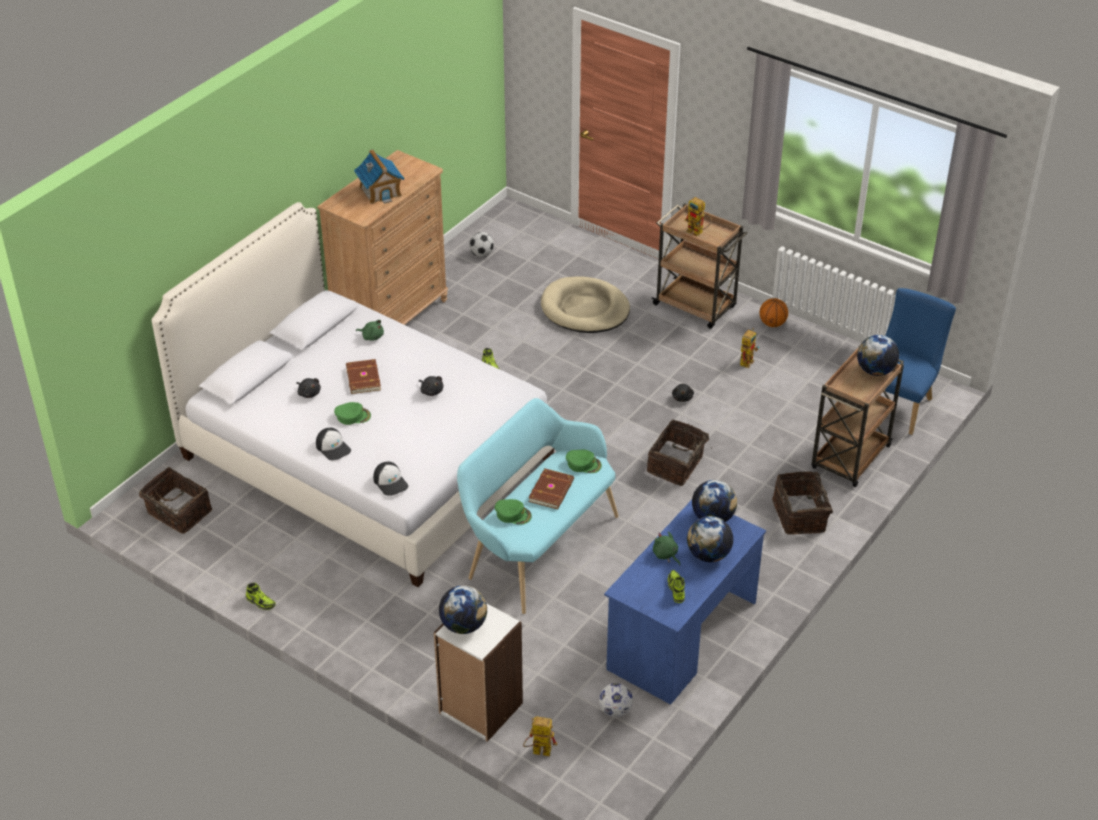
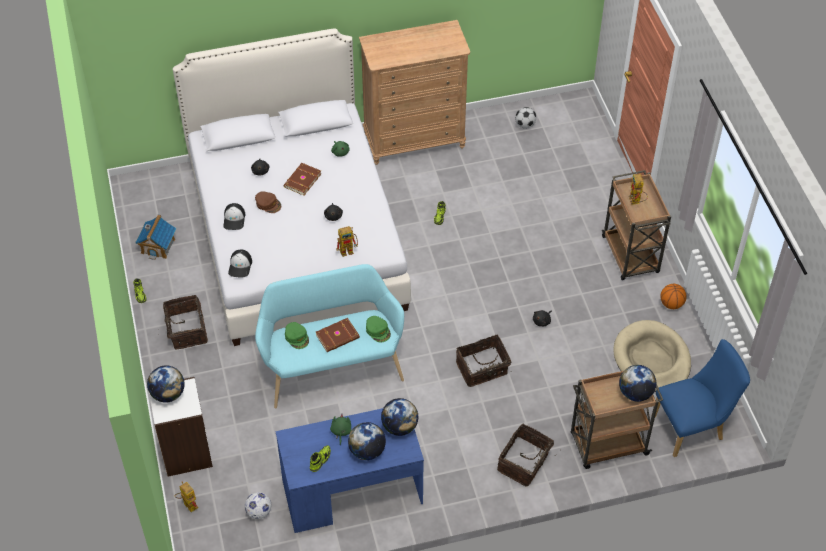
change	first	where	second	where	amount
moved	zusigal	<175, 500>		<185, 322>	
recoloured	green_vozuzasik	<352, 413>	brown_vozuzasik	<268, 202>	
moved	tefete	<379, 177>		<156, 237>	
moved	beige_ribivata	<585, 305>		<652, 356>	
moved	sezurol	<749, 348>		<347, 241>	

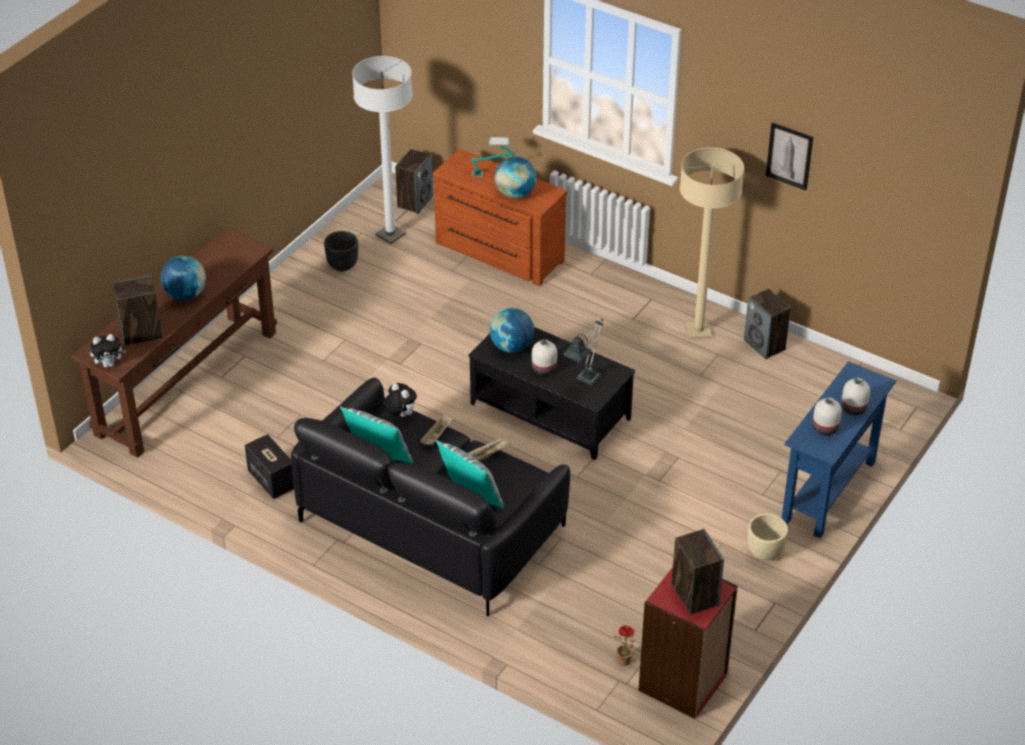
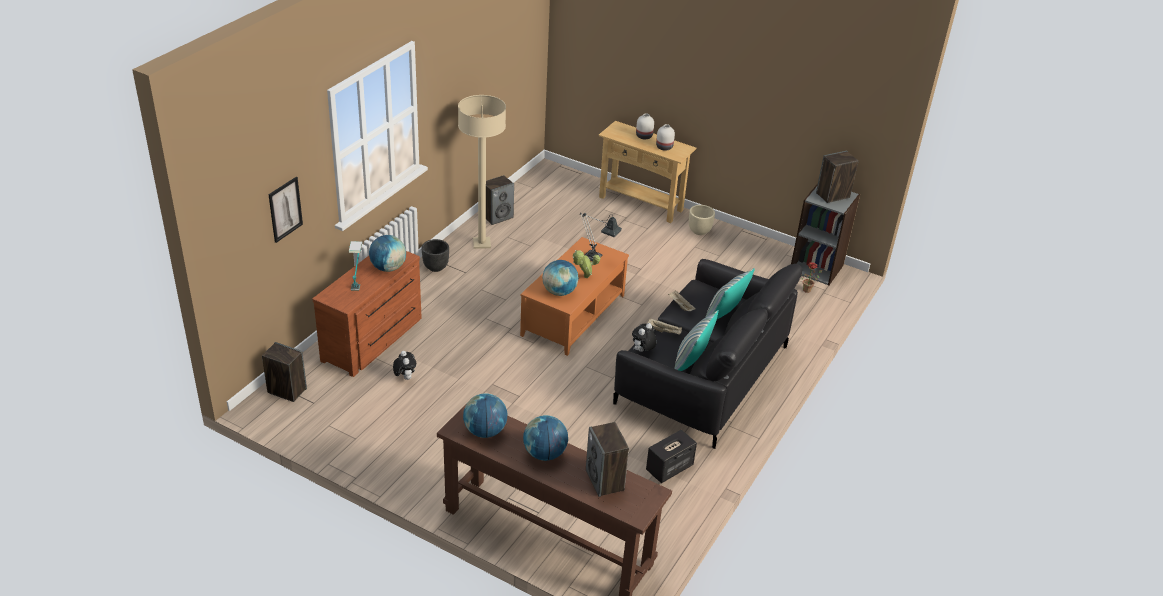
change	first	where	second	where	amount
moved	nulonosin	<107, 351>		<405, 365>	
moved	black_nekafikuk	<341, 251>		<435, 255>	
removed	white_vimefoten	<382, 150>			
recoloured	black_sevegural	<551, 393>	orange_sevegural	<574, 296>	
replaced	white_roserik	<544, 357>	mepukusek	<586, 264>	
recoloured	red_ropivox	<688, 643>	grey_ropivox	<825, 234>	
moved	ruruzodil	<789, 156>		<285, 210>	
recoloured	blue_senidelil	<839, 449>	beige_senidelil	<647, 172>	
added			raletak	<485, 415>	

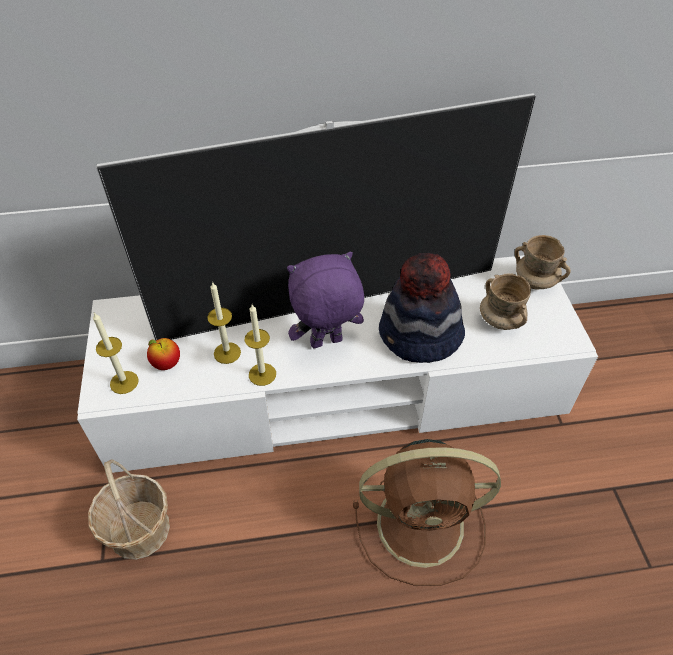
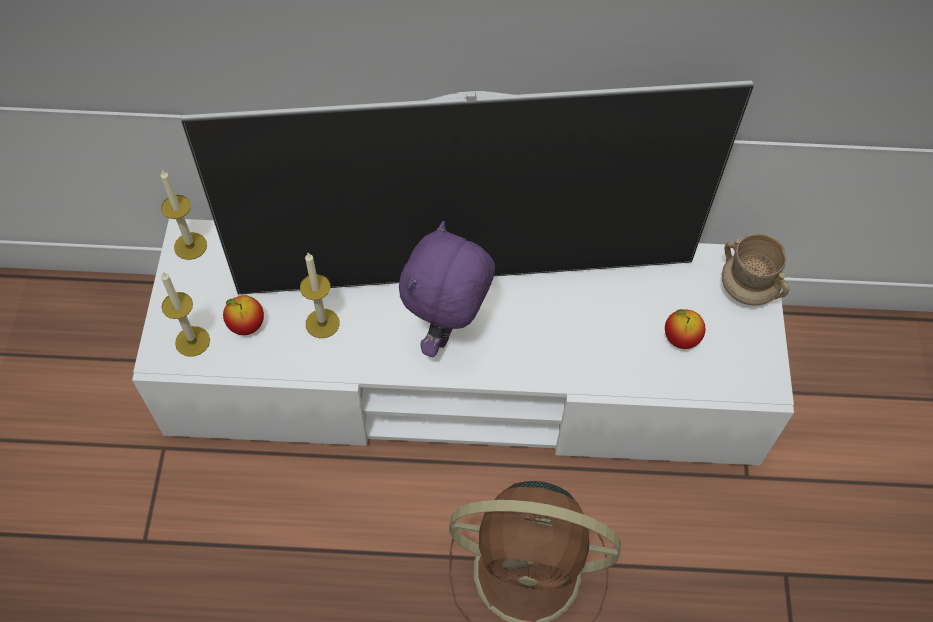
change	first	where	second	where	amount
removed	zusigal	<129, 509>			
moved	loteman	<260, 345>		<183, 215>	
turned	purple_nulonosin	<325, 300>		<447, 289>	60 degrees counterclockwise
removed	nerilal	<422, 307>			
replaced	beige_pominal	<505, 301>	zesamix	<685, 329>	

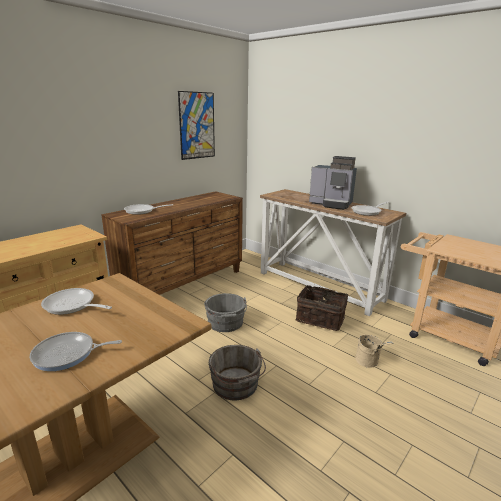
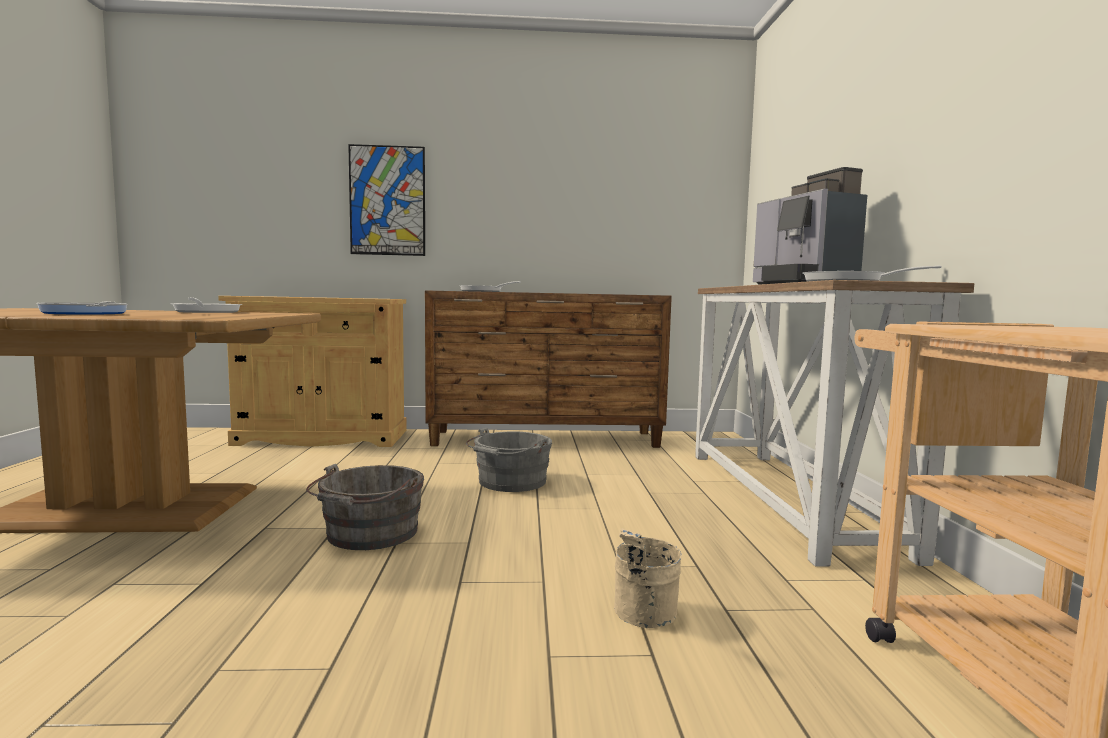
change	first	where	second	where	amount
moved	ruruzodil	<196, 125>		<386, 200>	
removed	zusigal	<322, 308>			

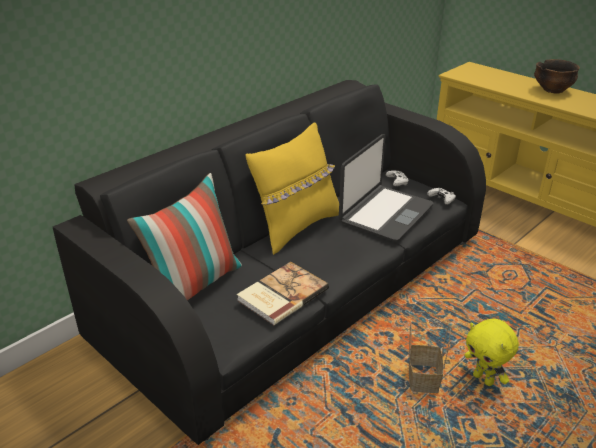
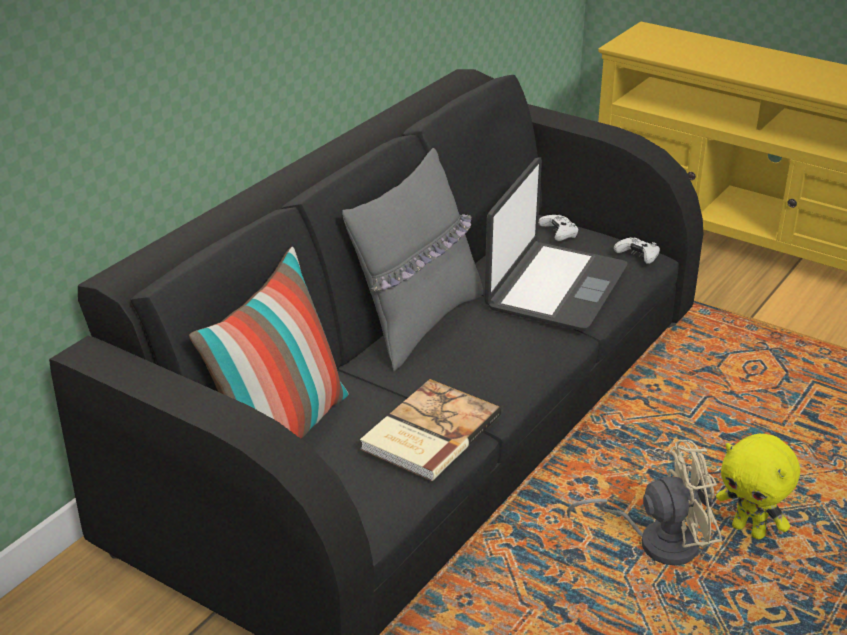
change	first	where	second	where	amount
recoloured	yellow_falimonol	<292, 188>	grey_falimonol	<412, 260>	
replaced	zusigal	<430, 358>	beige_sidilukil	<644, 502>	
removed	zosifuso	<557, 76>			

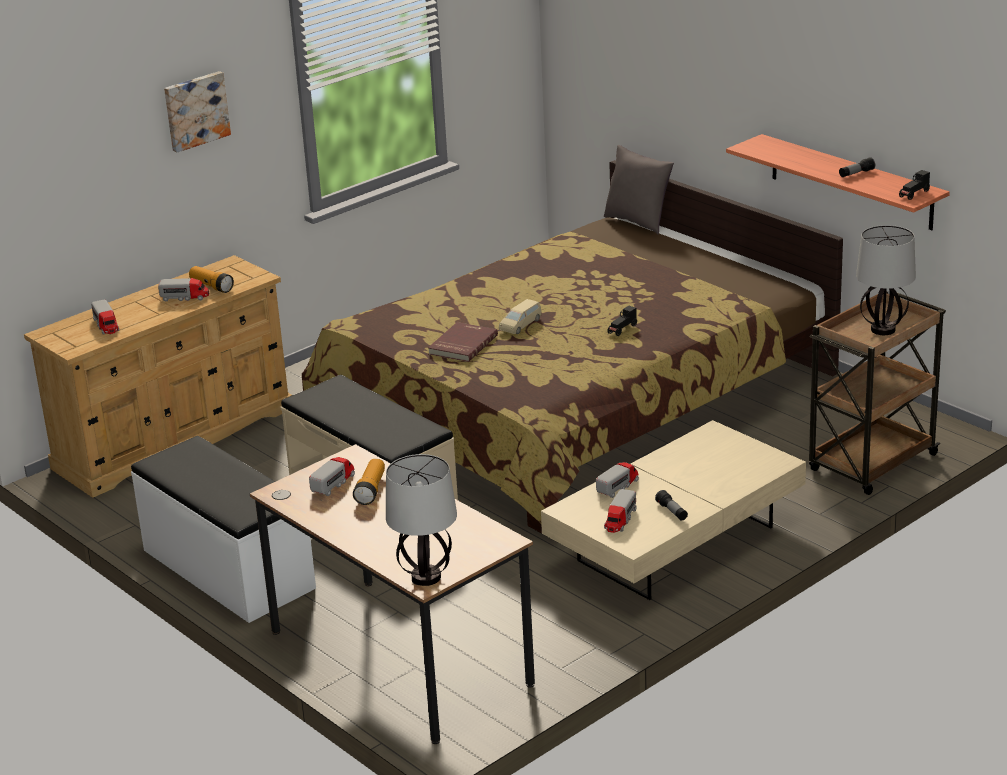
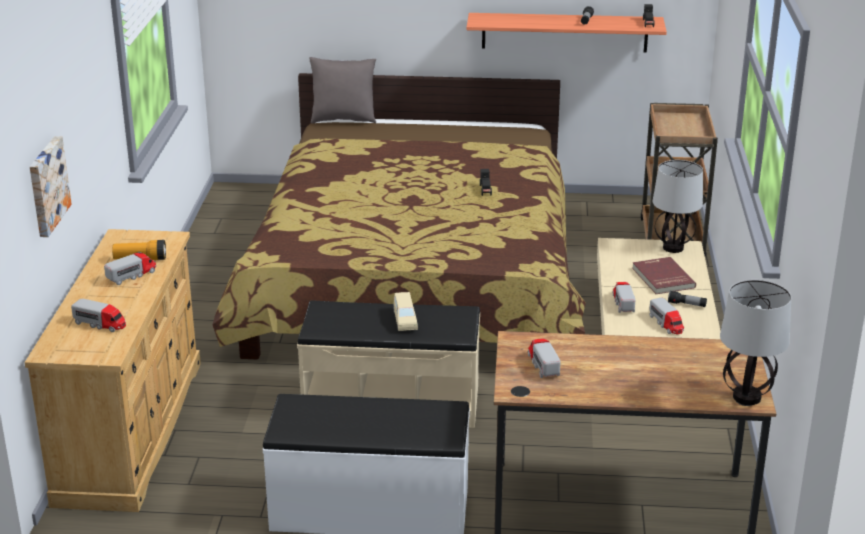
change	first	where	second	where	amount
moved	ruruzodil	<197, 111>		<51, 186>	
removed	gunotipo	<369, 482>			
moved	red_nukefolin	<463, 342>		<664, 275>	
moved	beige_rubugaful	<520, 316>		<406, 311>	
moved	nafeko	<886, 280>		<677, 206>	

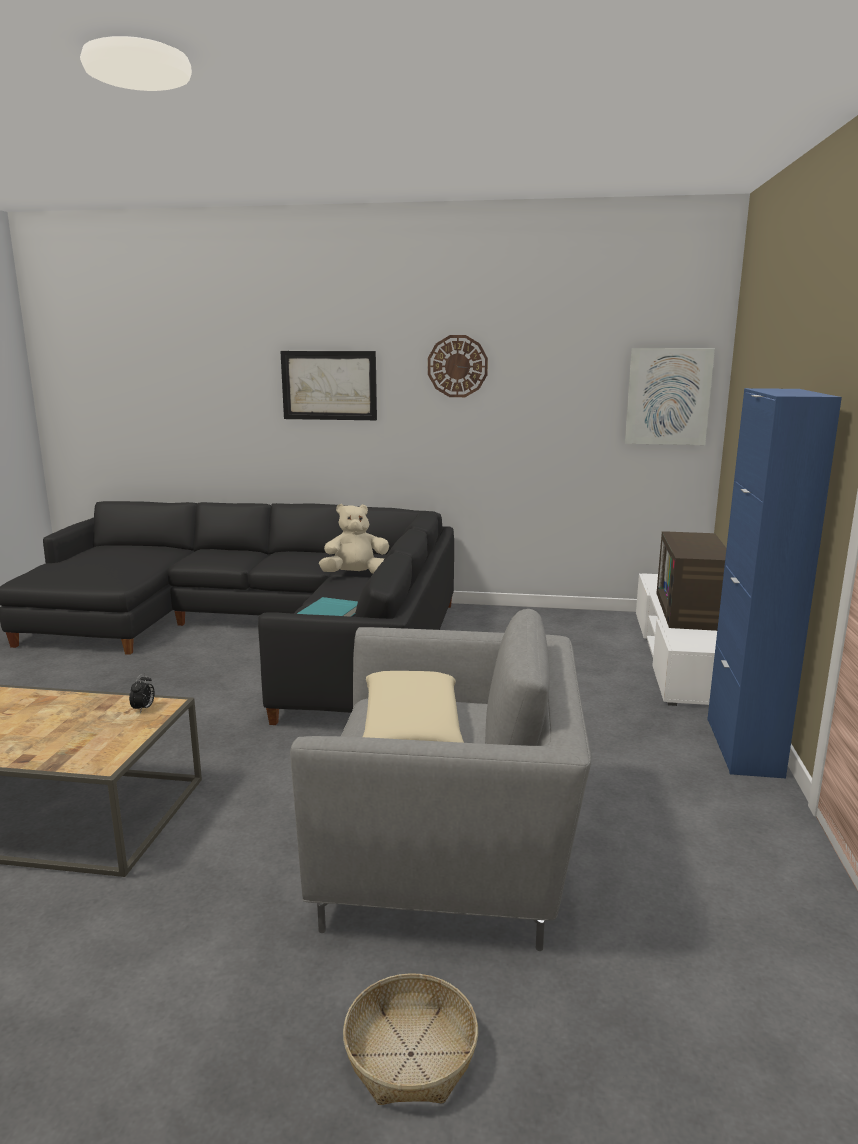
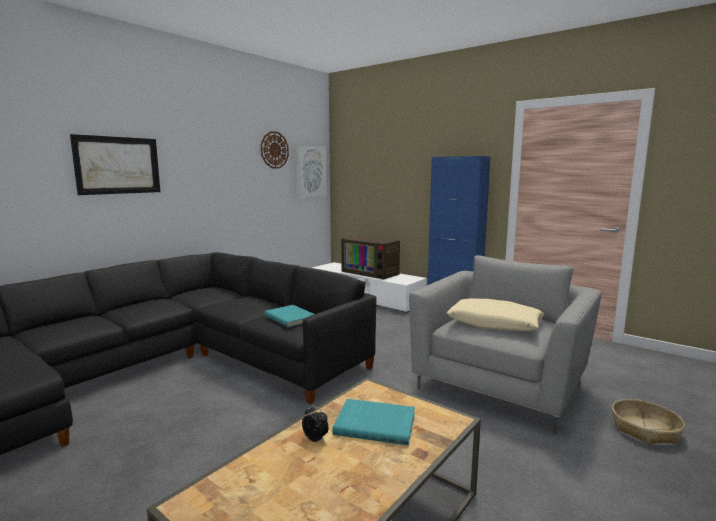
change	first	where	second	where	amount
moved	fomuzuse	<142, 693>		<315, 423>	
removed	beige_nulonosin	<354, 539>			
moved	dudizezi	<458, 366>		<275, 150>	
added			turquoise_nukefolin	<373, 422>	

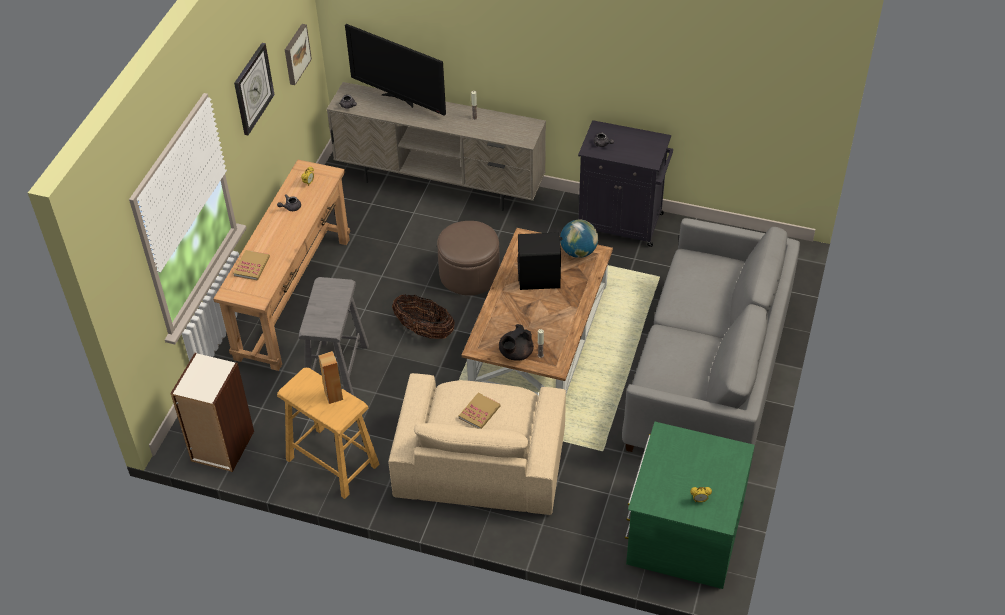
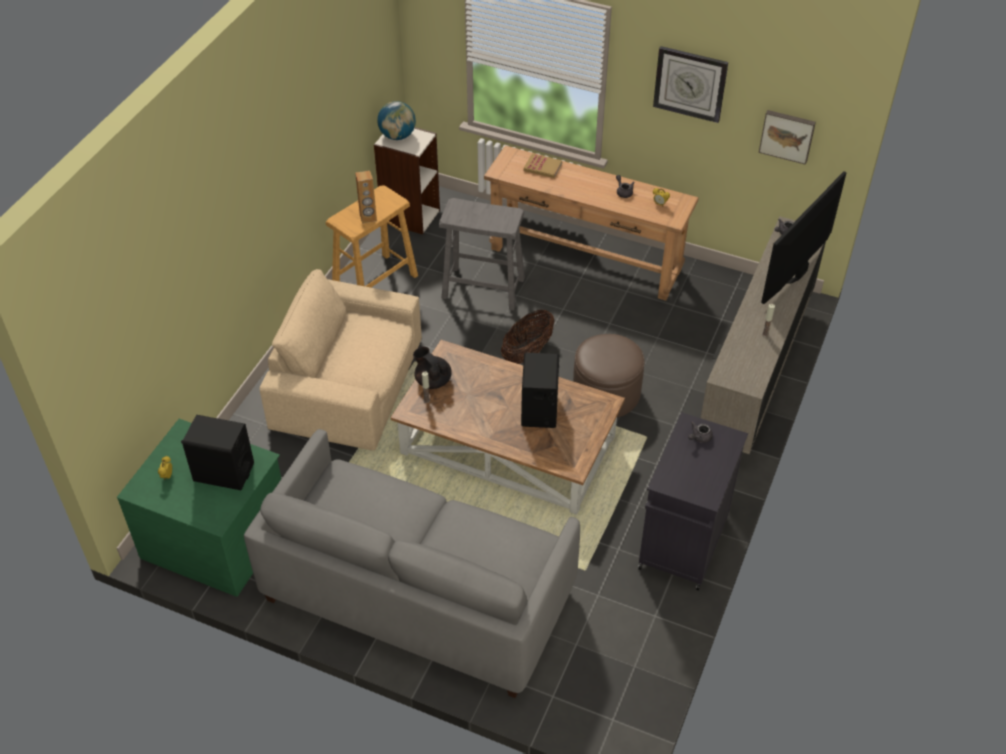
change	first	where	second	where	amount
removed	nukefolin	<479, 411>			
moved	raletak	<579, 239>		<396, 120>	
added			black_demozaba	<217, 452>	

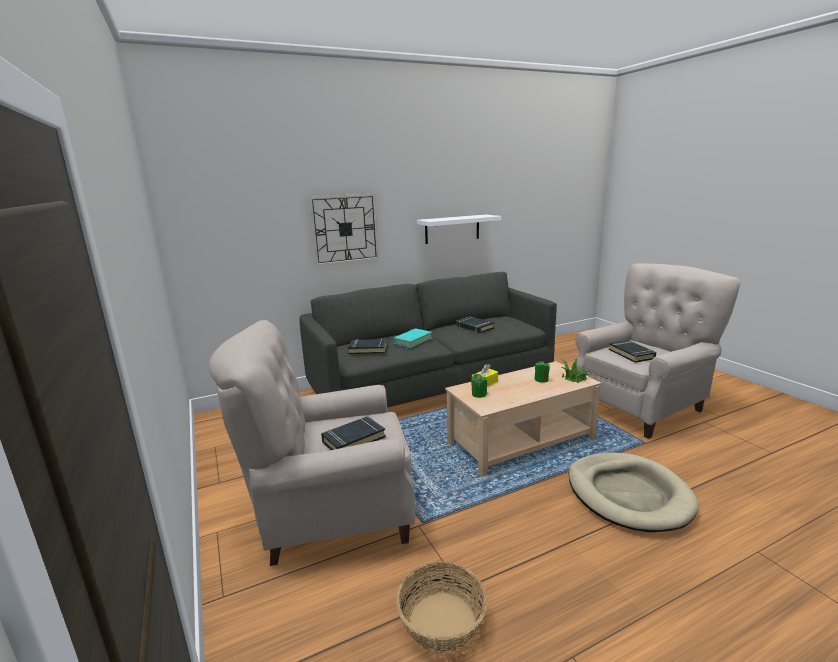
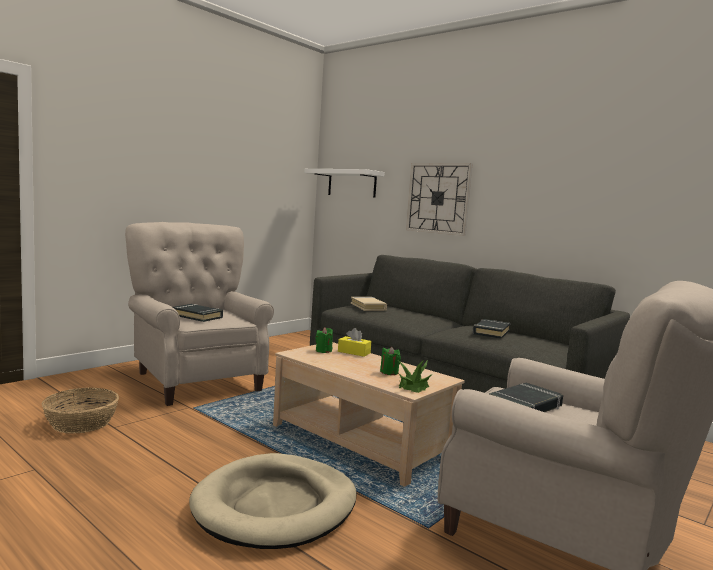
change	first	where	second	where	amount
recoloured	black_nukefolin	<368, 346>	beige_nukefolin	<369, 304>	
removed	turquoise_nukefolin	<412, 338>			
moved	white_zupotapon	<459, 229>		<344, 183>	

